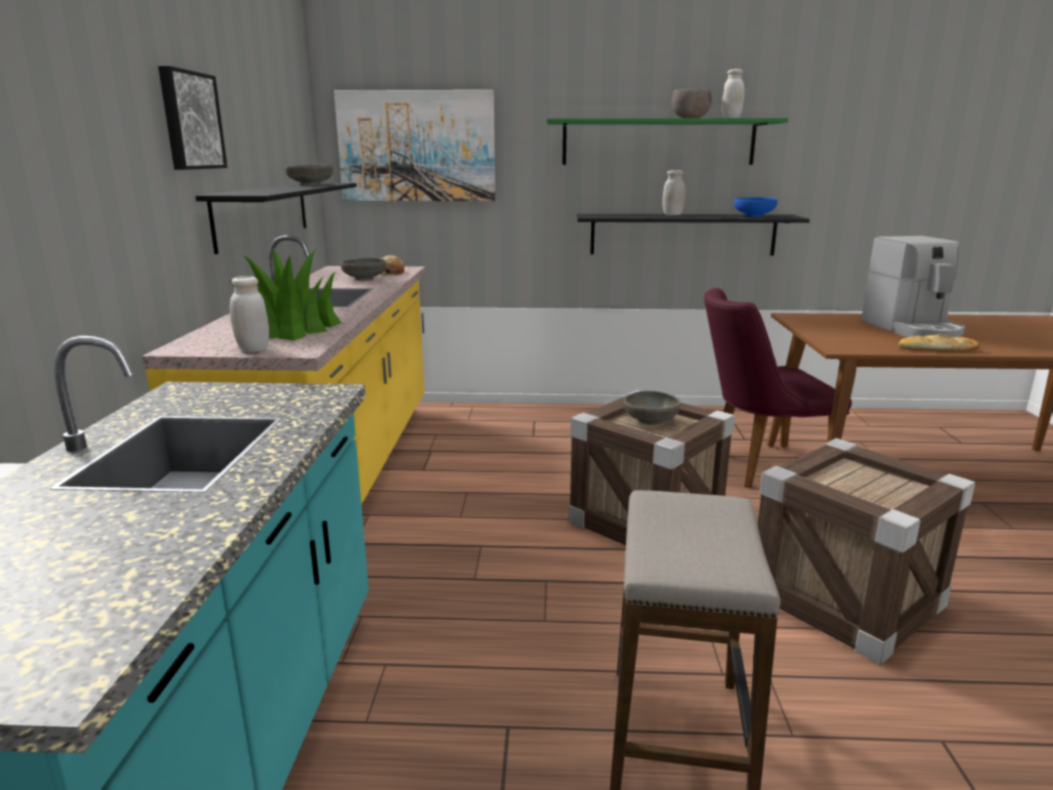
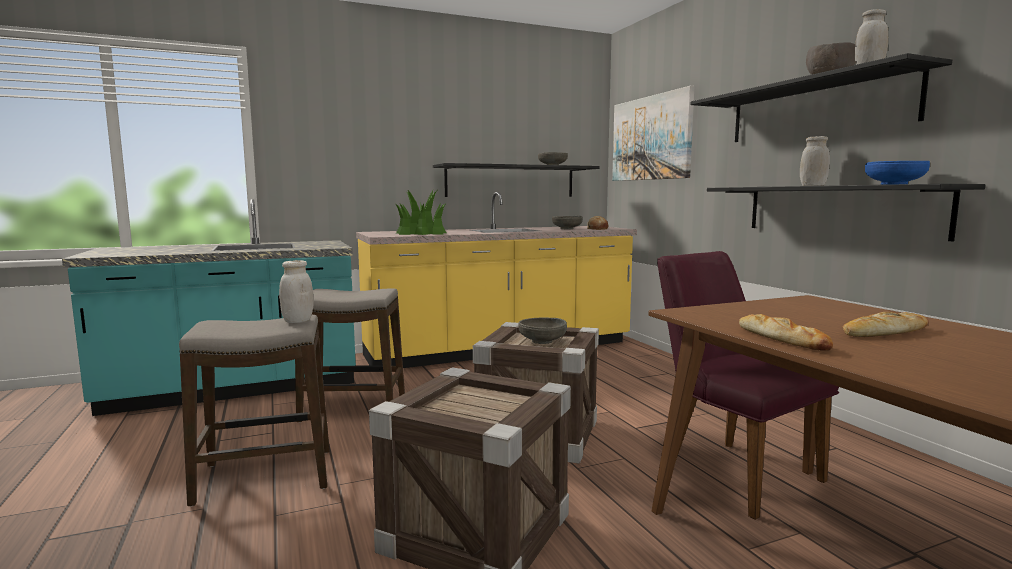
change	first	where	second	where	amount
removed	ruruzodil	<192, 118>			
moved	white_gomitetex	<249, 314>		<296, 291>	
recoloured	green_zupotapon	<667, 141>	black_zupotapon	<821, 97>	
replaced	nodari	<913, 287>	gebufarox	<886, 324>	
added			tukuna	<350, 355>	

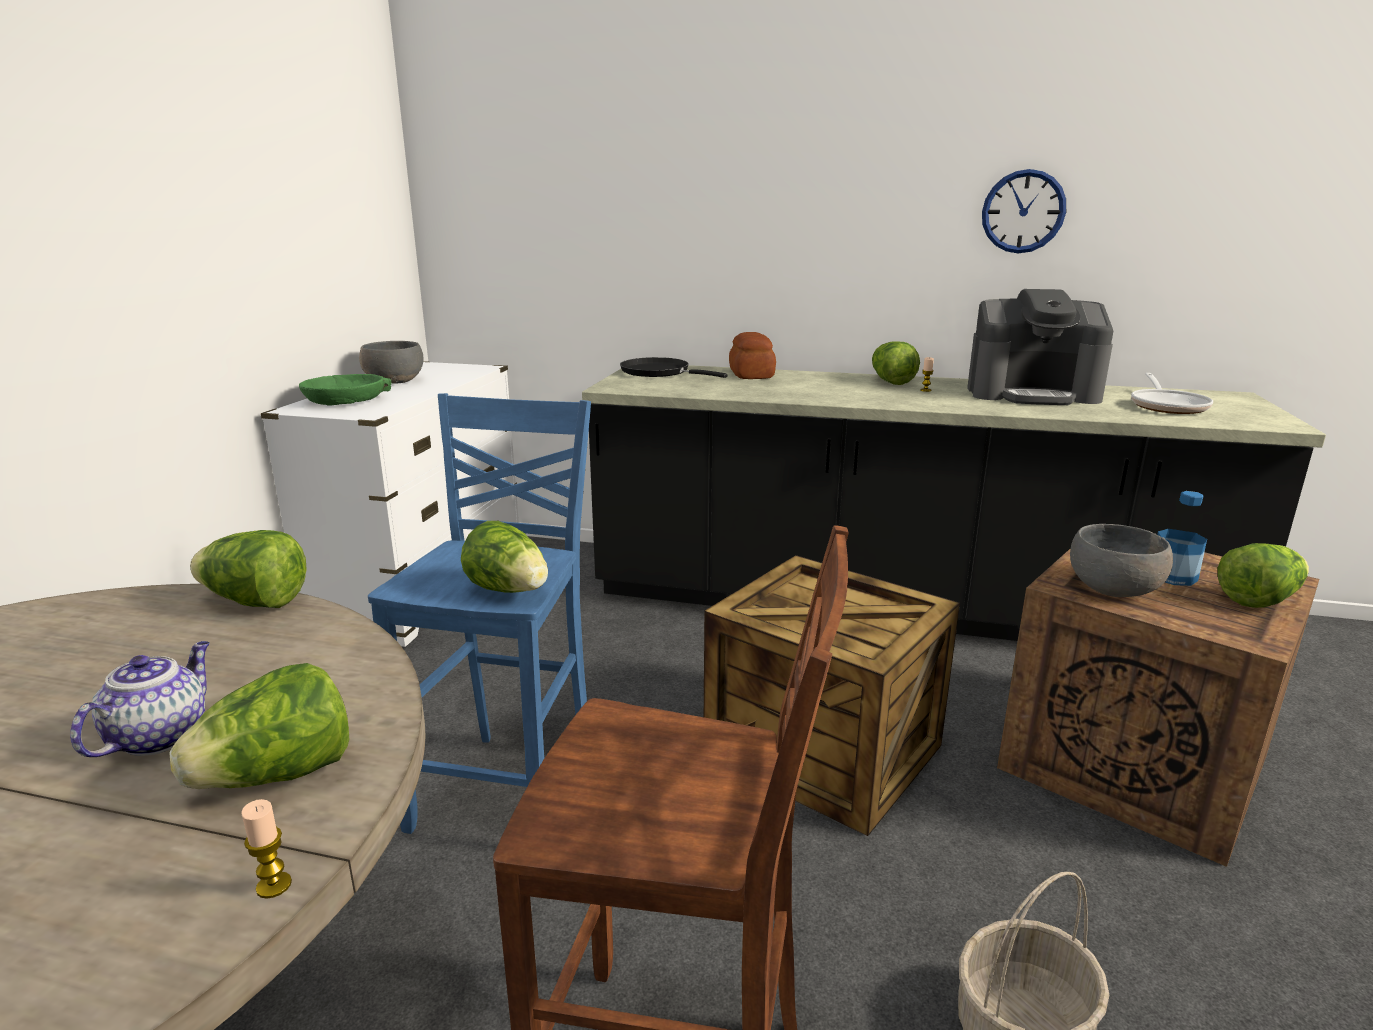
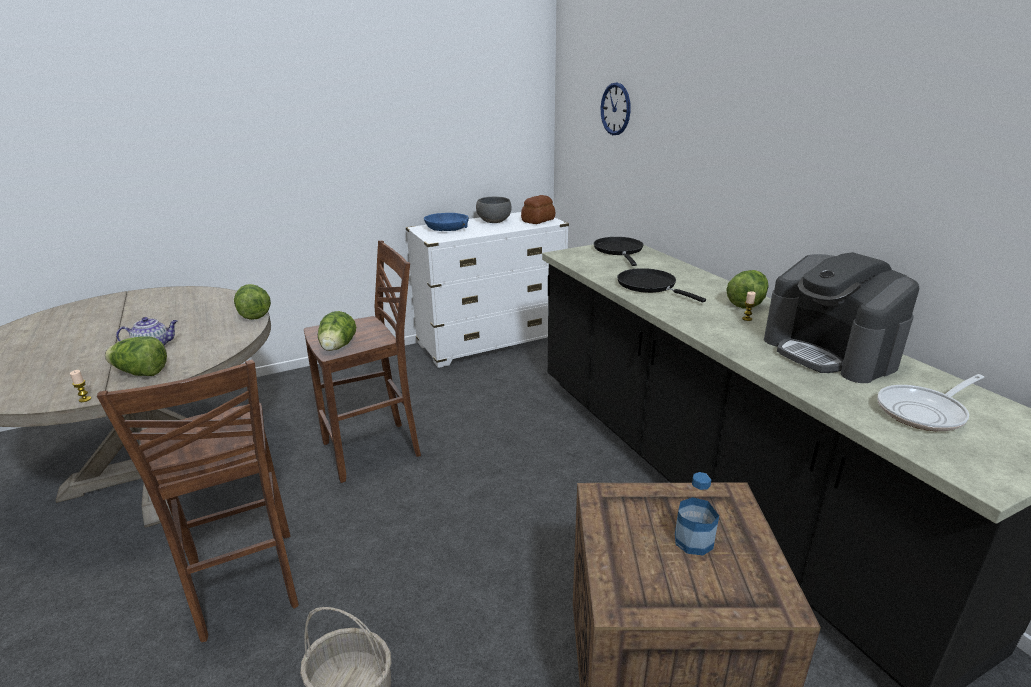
change	first	where	second	where	amount
recoloured	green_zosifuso	<345, 390>	blue_zosifuso	<446, 222>	
recoloured	blue_tukuna	<479, 613>	brown_tukuna	<362, 362>	
removed	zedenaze	<832, 695>			
moved	gebufarox	<752, 355>		<538, 209>	
moved	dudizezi	<1024, 211>		<616, 108>	
removed	grey_zosifuso	<1121, 560>			
removed	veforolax	<1263, 575>			
added			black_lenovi	<661, 285>	

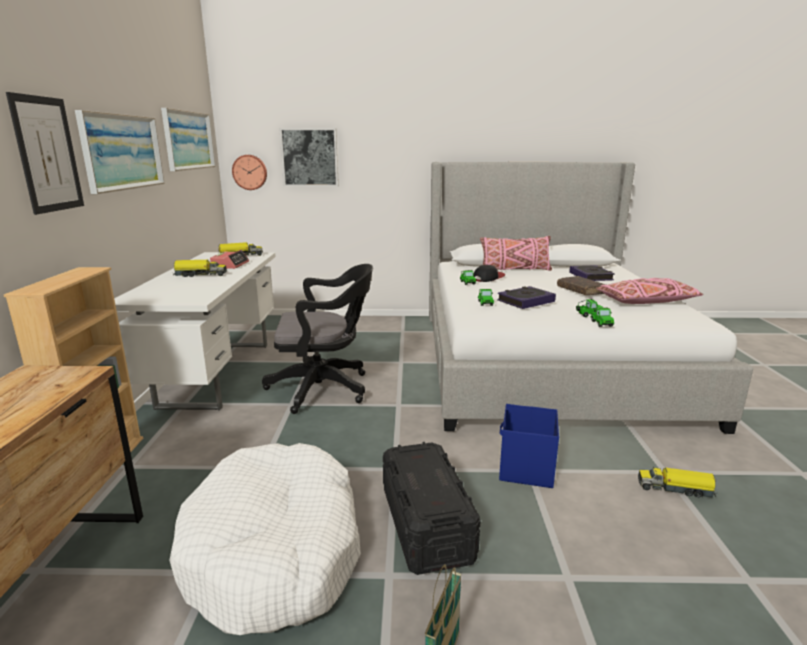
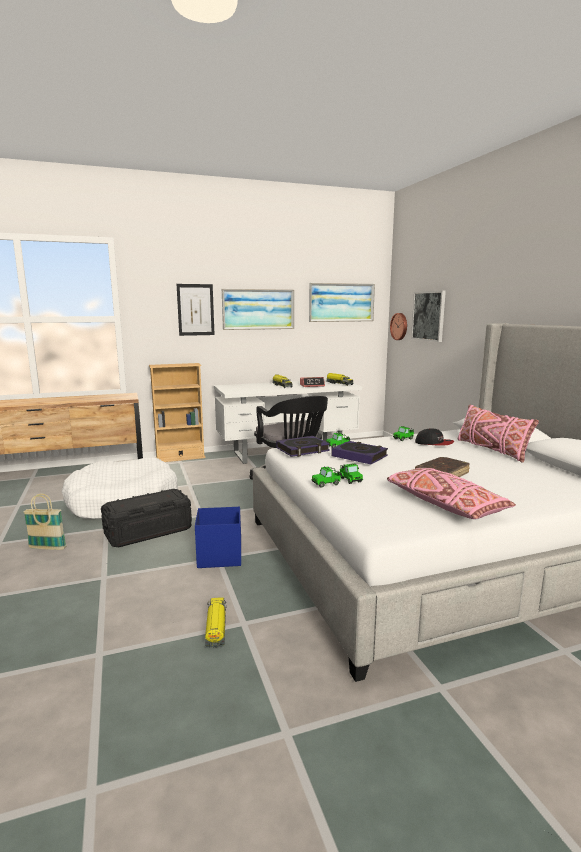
change	first	where	second	where	amount
moved	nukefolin	<592, 273>		<303, 446>	

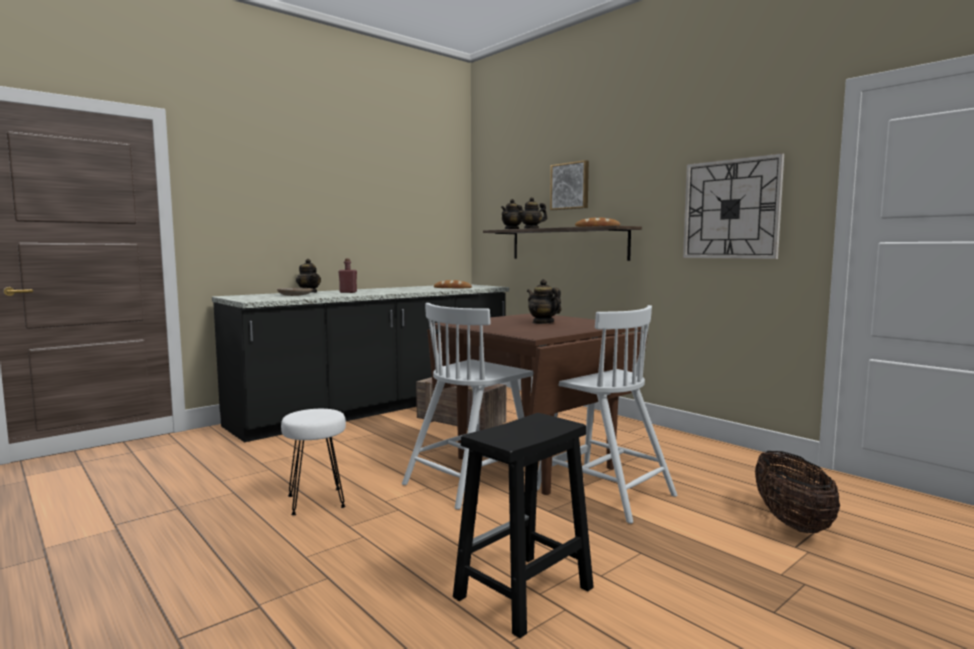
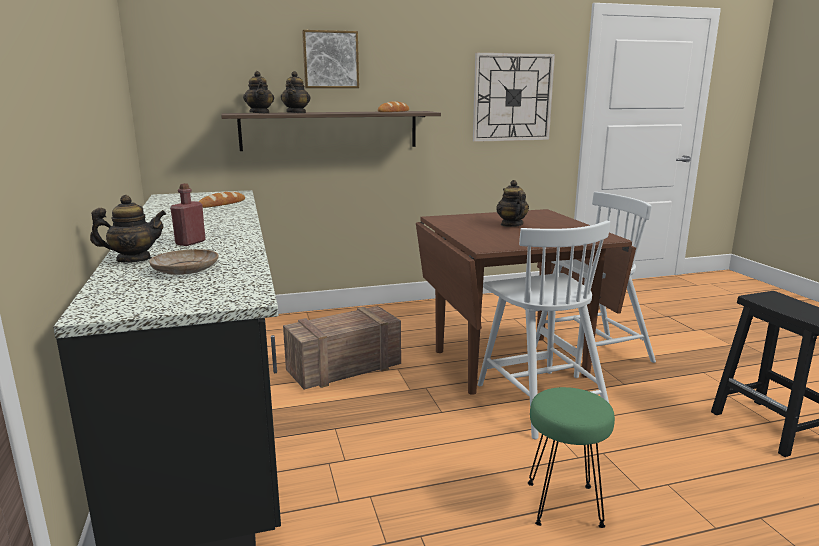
change	first	where	second	where	amount
recoloured	white_tukuna	<313, 462>	green_tukuna	<571, 457>	
turned	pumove	<544, 301>		<512, 203>	90 degrees clockwise
removed	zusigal	<797, 492>			

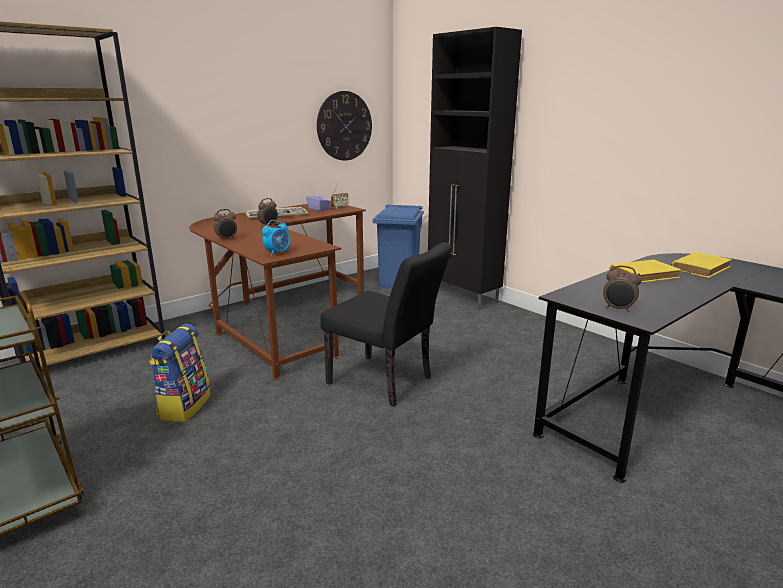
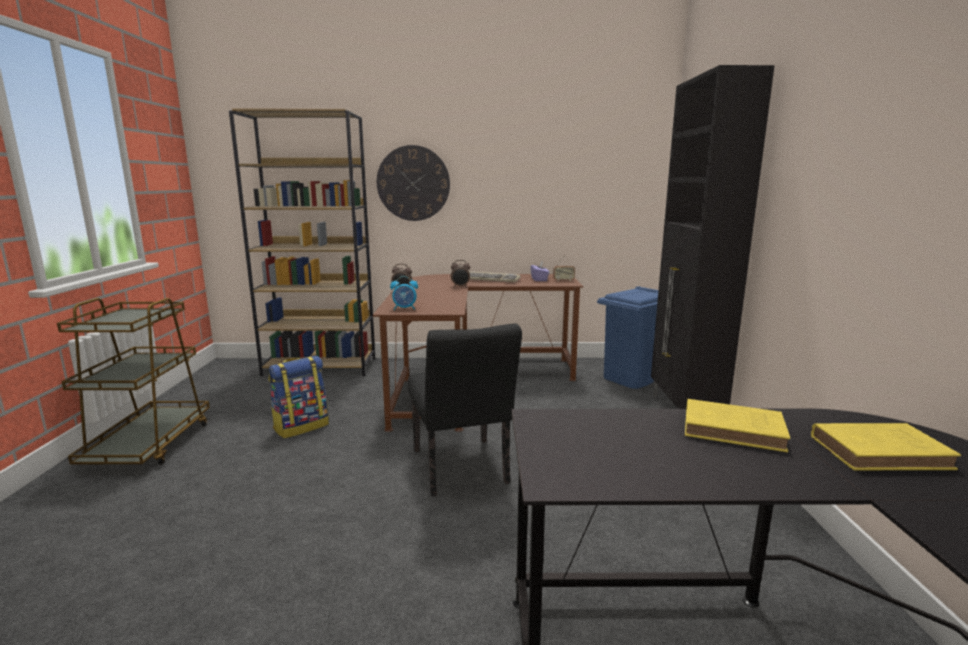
change	first	where	second	where	amount
moved	dudizezi	<344, 126>		<413, 183>	
removed	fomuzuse	<622, 288>			

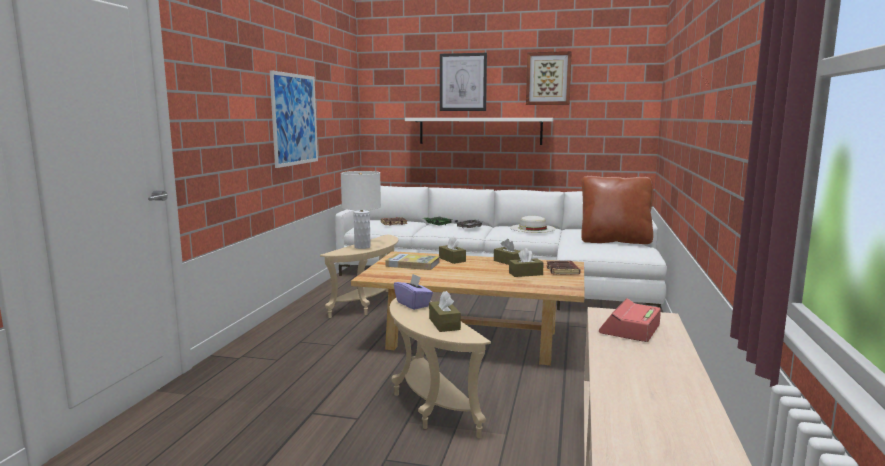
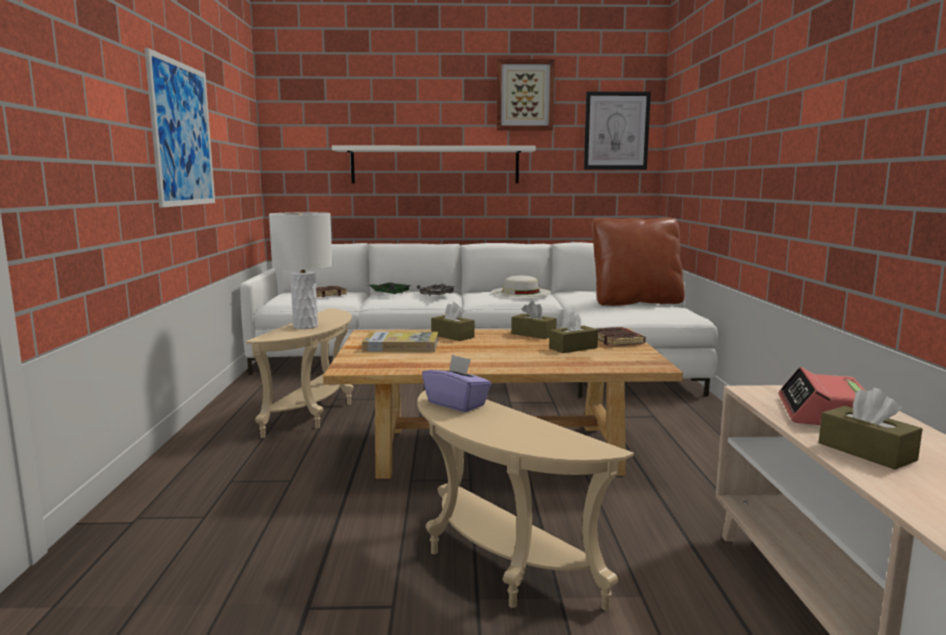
change	first	where	second	where	amount
moved	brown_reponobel	<445, 311>		<870, 429>	
moved	ruruzodil	<463, 82>		<617, 130>	

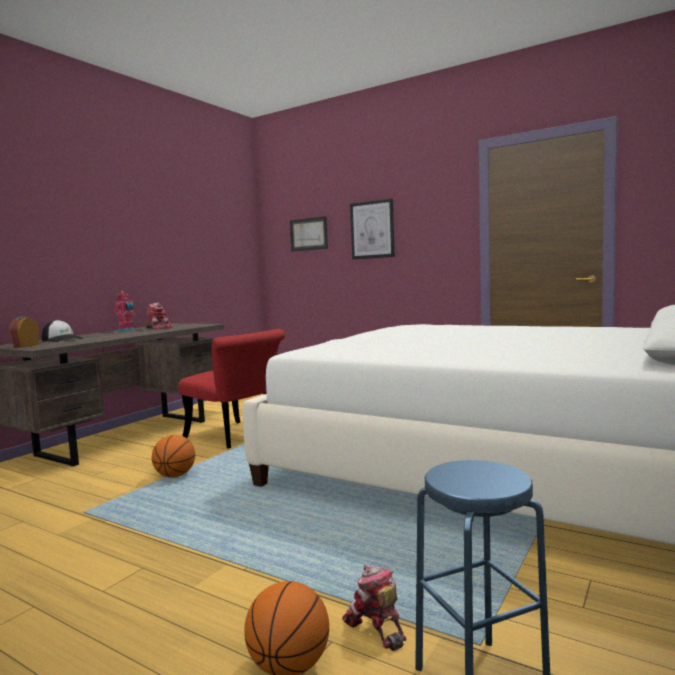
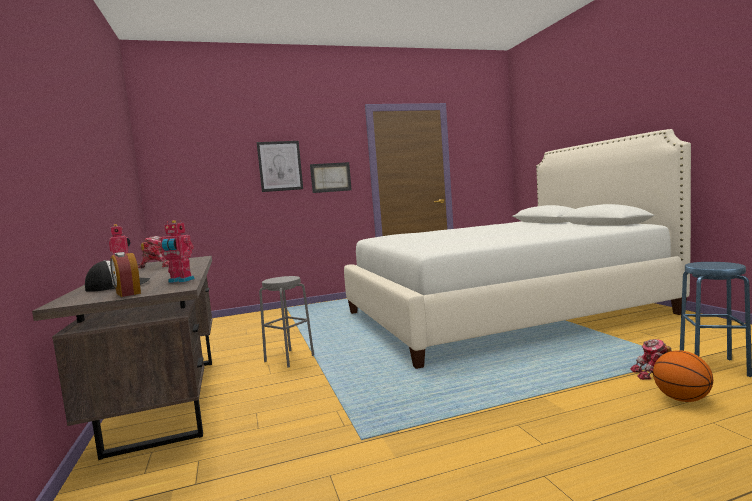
change	first	where	second	where	amount
removed	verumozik	<173, 456>			
replaced	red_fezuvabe	<231, 389>	grey_tukuna	<286, 322>	
moved	ruruzodil	<309, 234>		<331, 177>	
added			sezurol	<177, 251>	

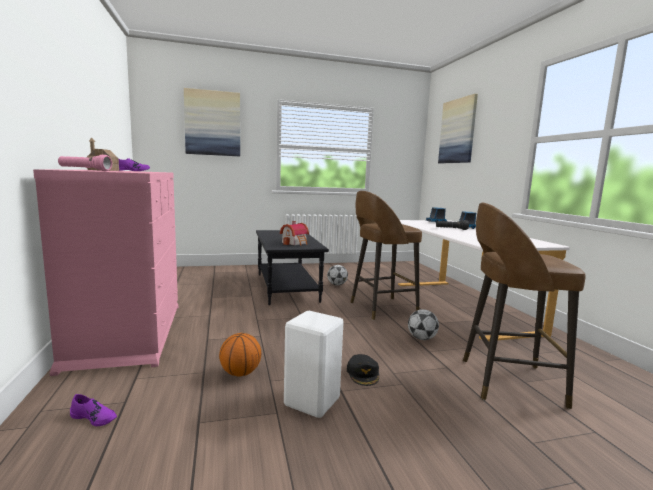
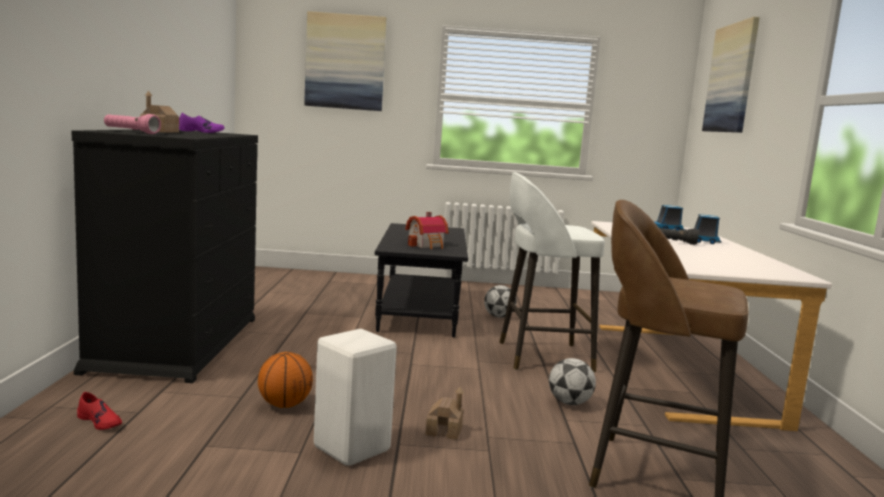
change	first	where	second	where	amount
recoloured	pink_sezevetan	<105, 272>	black_sezevetan	<165, 256>	
recoloured	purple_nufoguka	<93, 410>	red_nufoguka	<99, 411>	
replaced	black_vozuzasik	<363, 370>	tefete	<444, 413>	
recoloured	brown_tukuna	<386, 255>	white_tukuna	<552, 272>	

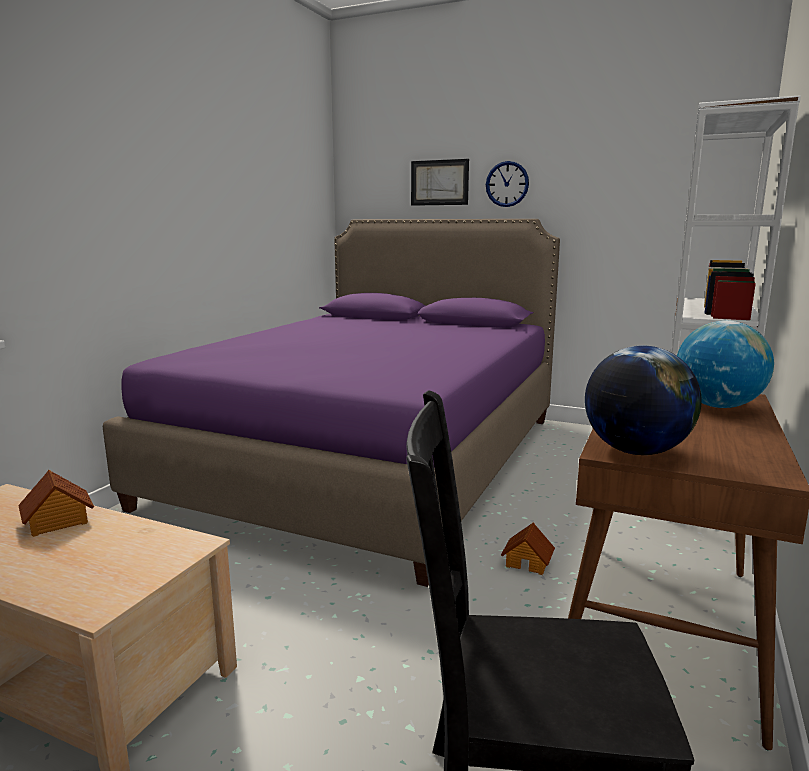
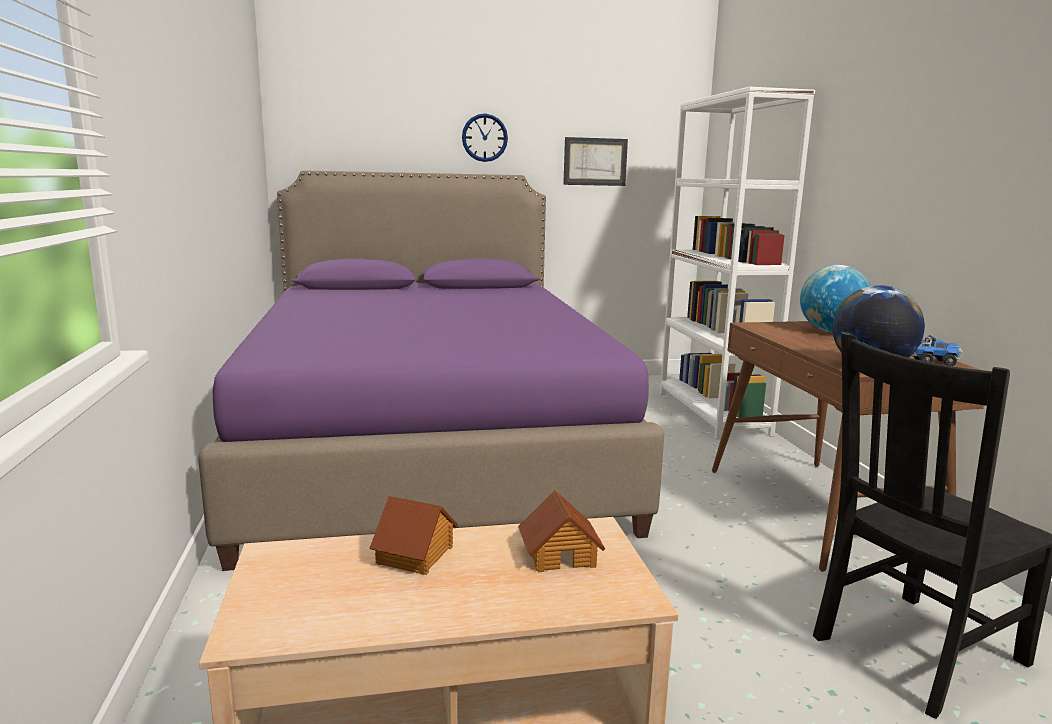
change	first	where	second	where	amount
moved	ruruzodil	<440, 182>		<595, 161>	
moved	tefete	<528, 548>		<561, 531>	
added			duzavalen	<937, 350>	

